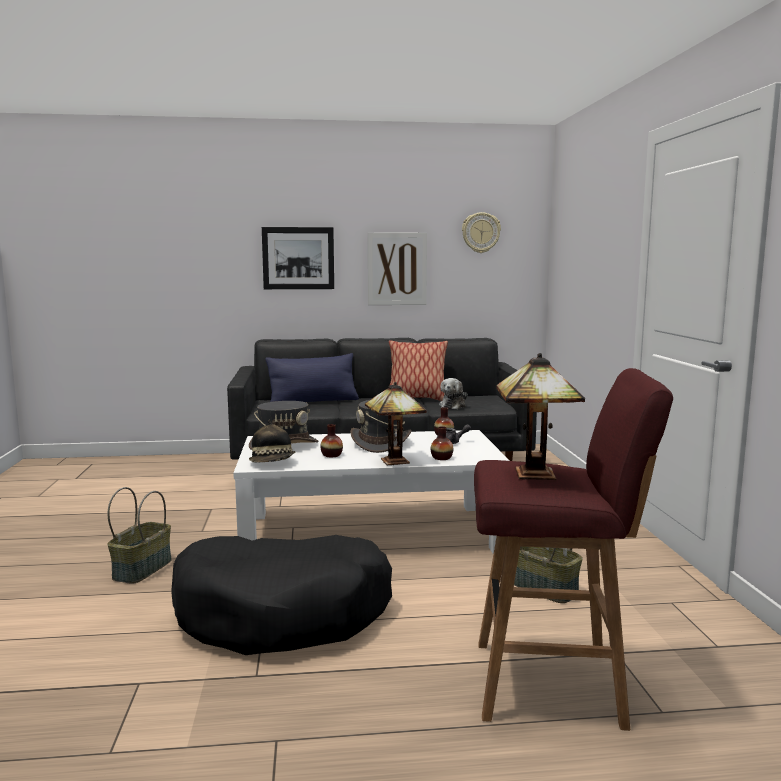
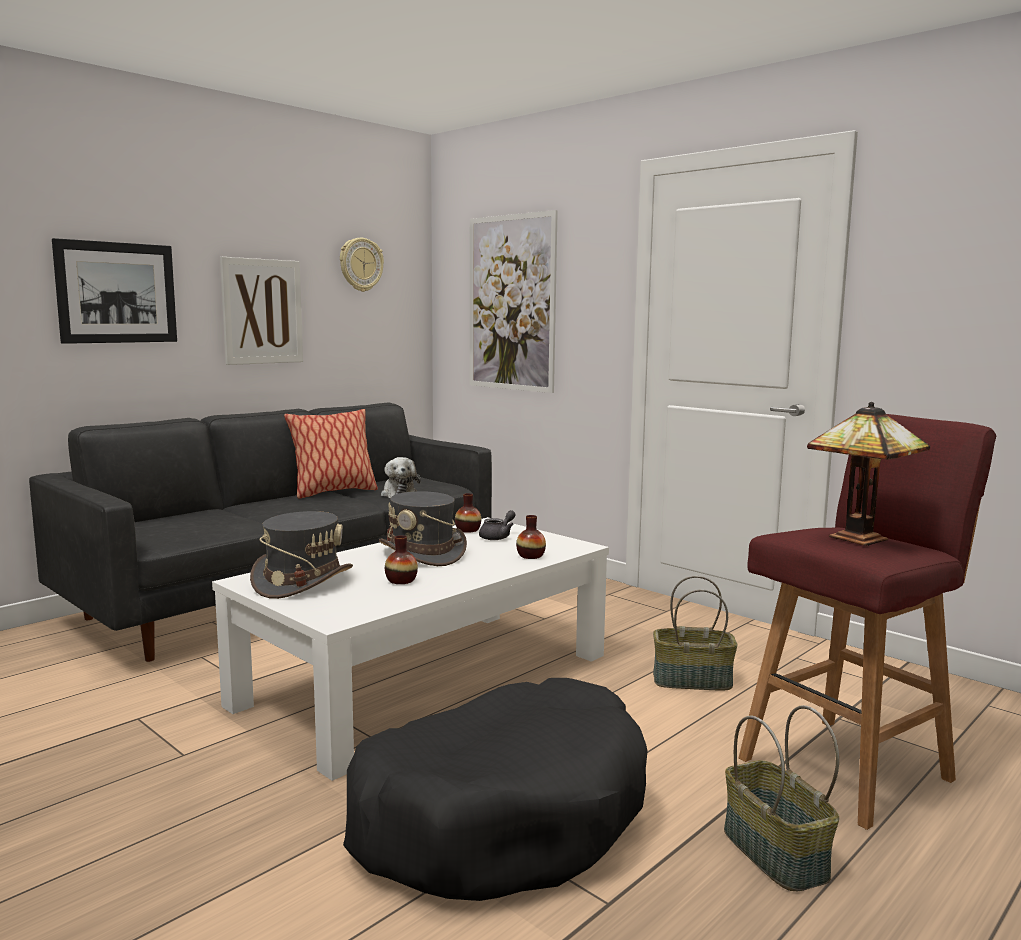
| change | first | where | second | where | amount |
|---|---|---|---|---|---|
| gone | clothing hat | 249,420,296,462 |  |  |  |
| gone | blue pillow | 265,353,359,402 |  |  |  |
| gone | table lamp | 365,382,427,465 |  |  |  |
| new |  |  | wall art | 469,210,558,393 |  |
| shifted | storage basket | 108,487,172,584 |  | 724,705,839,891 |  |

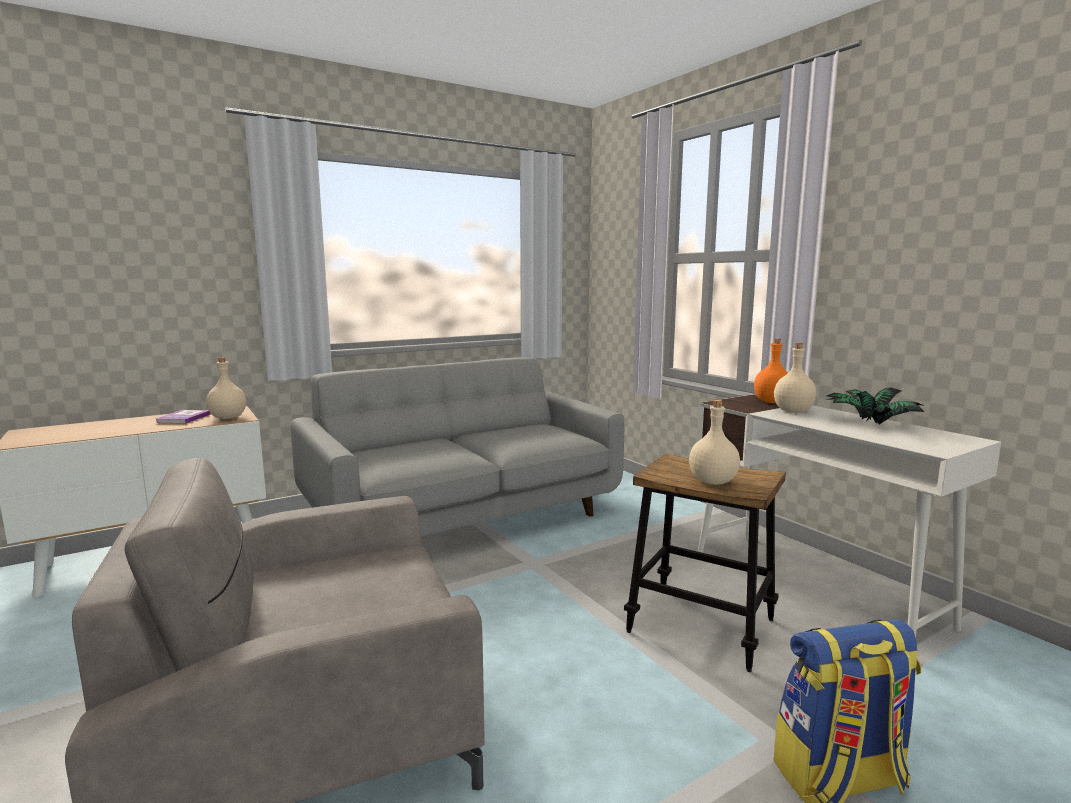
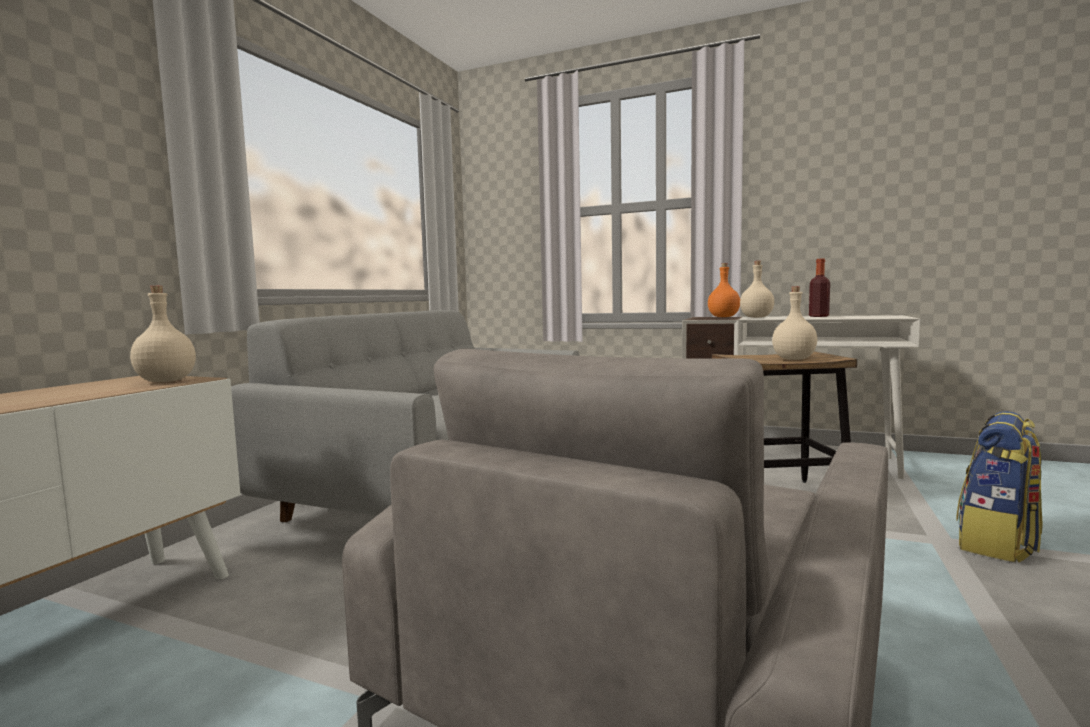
| change | first | where | second | where | amount |
|---|---|---|---|---|---|
| gone | book | 156,410,211,424 |  |  |  |
| swapped | houseplant | 827,388,924,425 | drink bottle | 809,258,830,317 |  |

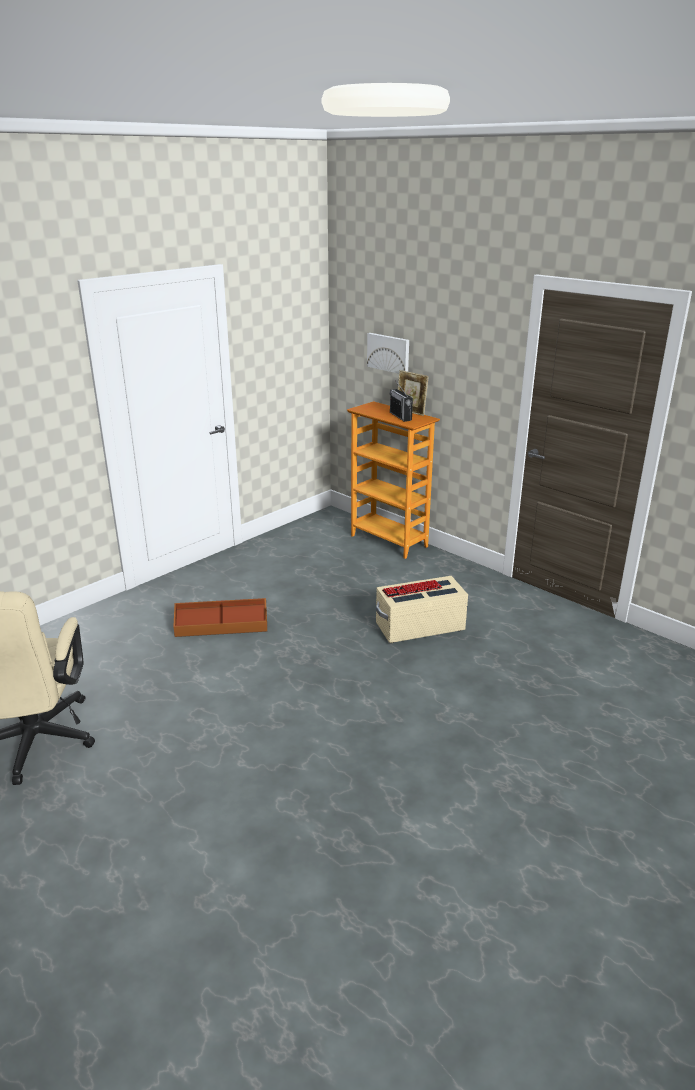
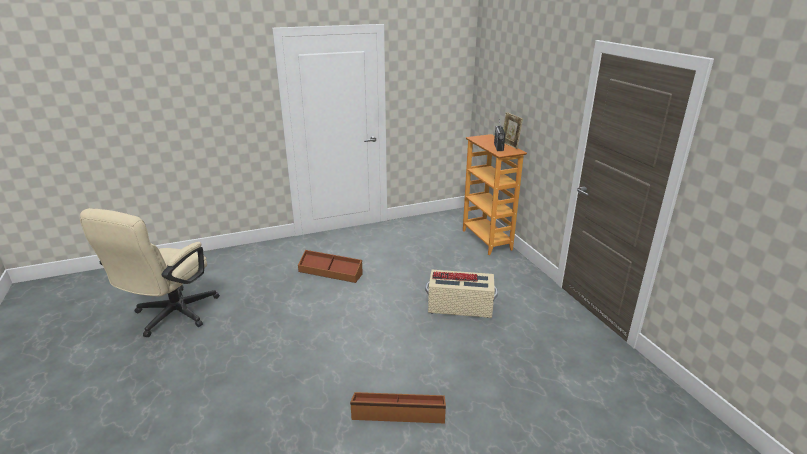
| change | first | where | second | where | amount |
|---|---|---|---|---|---|
| gone | wall art | 367,333,409,374 |  |  |  |
| new |  |  | brown-coloured storage container | 350,392,446,423 |  |

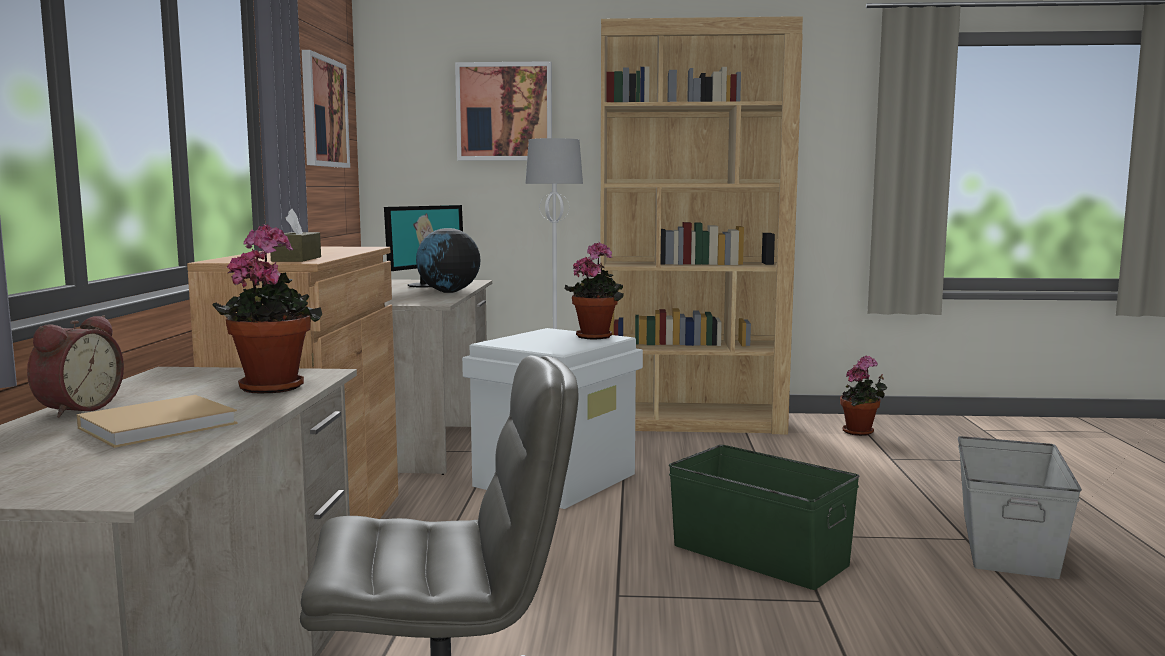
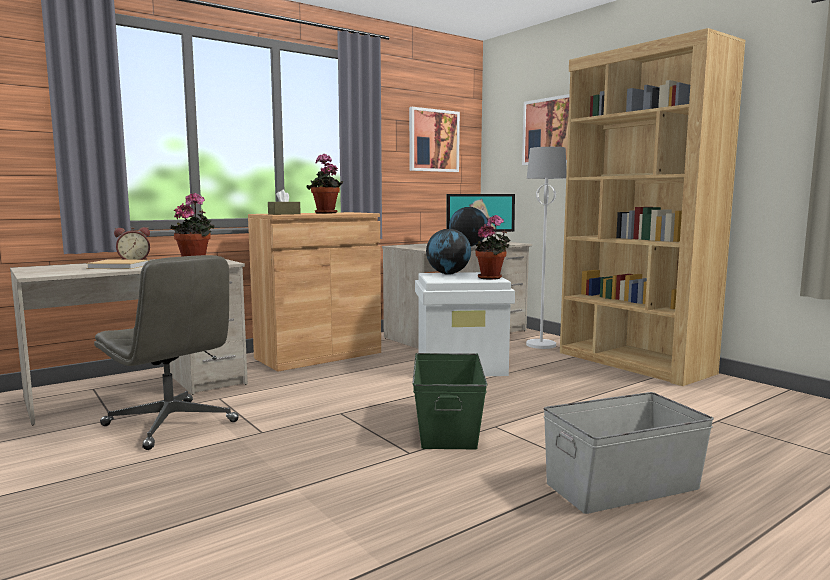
| change | first | where | second | where | amount |
|---|---|---|---|---|---|
| new |  |  | desk globe | 426,229,471,275 |  |
| shifted | houseplant | 840,356,887,436 |  | 306,153,343,214 |  |

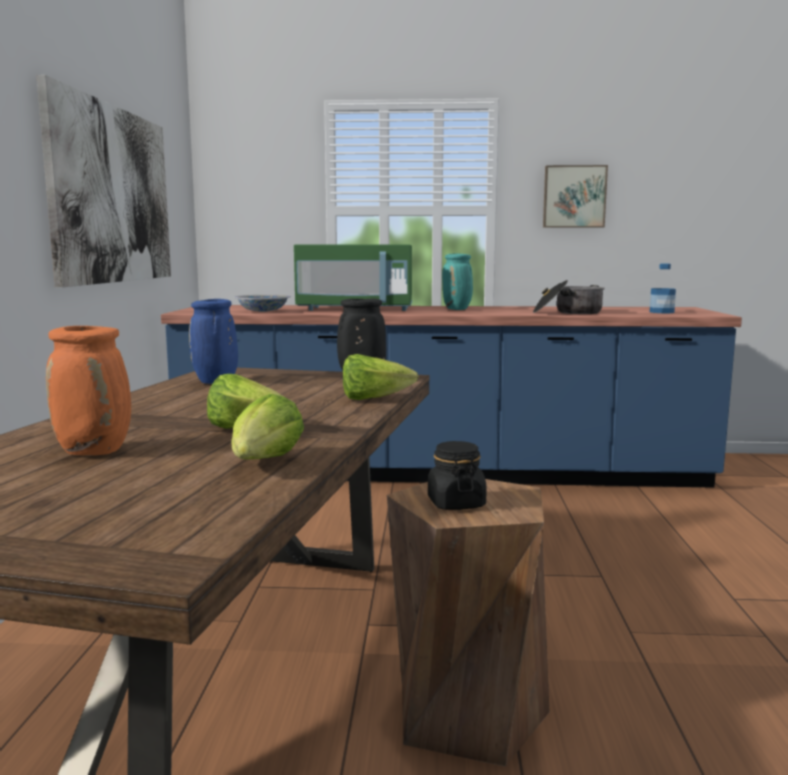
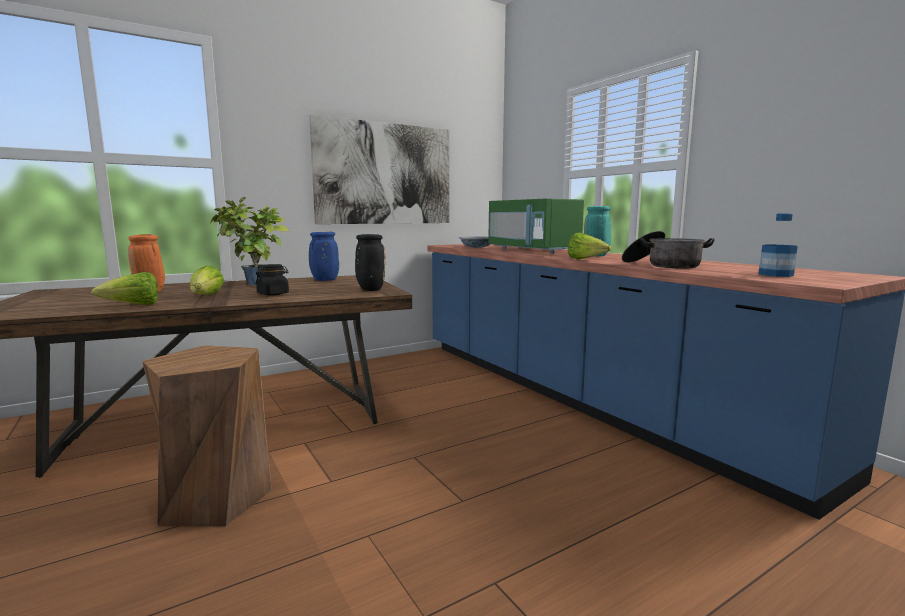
| change | first | where | second | where | amount |
|---|---|---|---|---|---|
| gone | wall art | 543,165,608,228 |  |  |  |
| new |  |  | houseplant | 210,197,289,285 |  |
| shifted | head of lettuce | 343,354,419,400 |  | 568,233,611,259 |  |
| shifted | black storage jar | 428,441,486,510 |  | 255,264,289,296 |  |

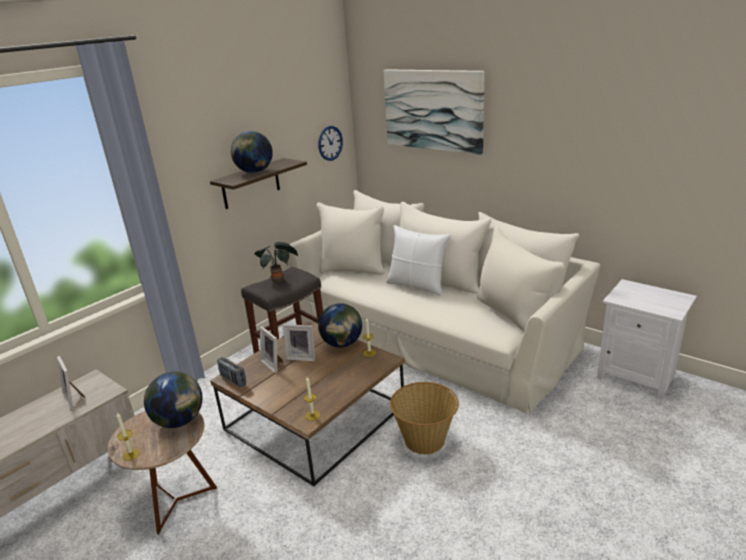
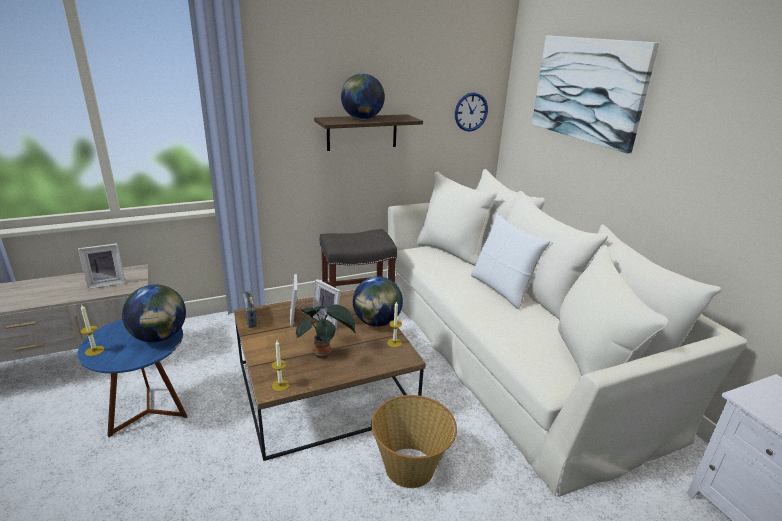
| change | first | where | second | where | amount |
|---|---|---|---|---|---|
| shifted | houseplant | 255,242,298,282 |  | 296,304,356,359 |  |
| repainted | brown-coloured accent table | 108,411,217,534 | blue accent table | 78,320,187,437 |  |
| rotated | standing frame | 57,356,85,411 |  | 78,243,126,289 | 105 degrees counterclockwise |

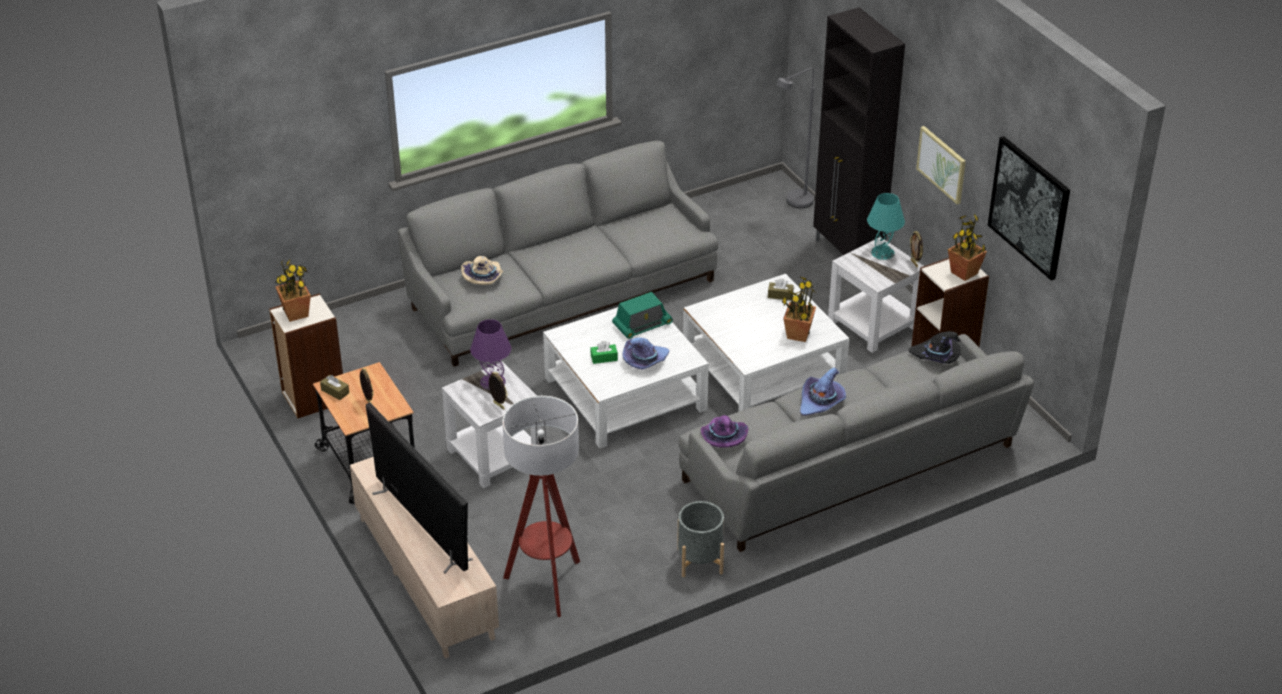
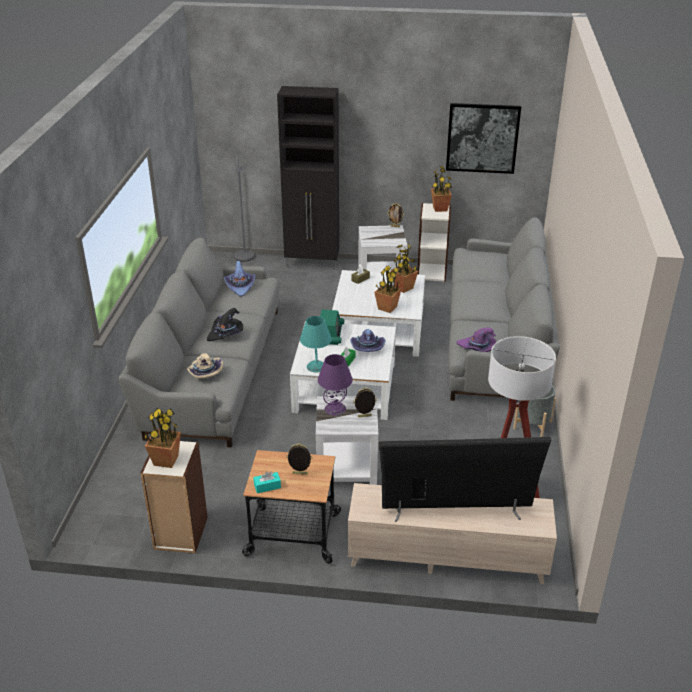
| change | first | where | second | where | amount |
|---|---|---|---|---|---|
| gone | wall art | 916,126,966,205 |  |  |  |
| new |  |  | houseplant | 374,266,402,313 |  |
| shifted | purple clothing hat | 800,367,846,416 |  | 224,261,255,297 |  |
| shifted | turquoise table lamp | 867,193,905,260 |  | 300,316,332,372 |  |
| shifted | black clothing hat | 908,331,961,364 |  | 207,308,243,341 |  |
| repainted | brown-coloured box of tissues | 320,375,349,400 | turquoise box of tissues | 253,471,281,493 |  |

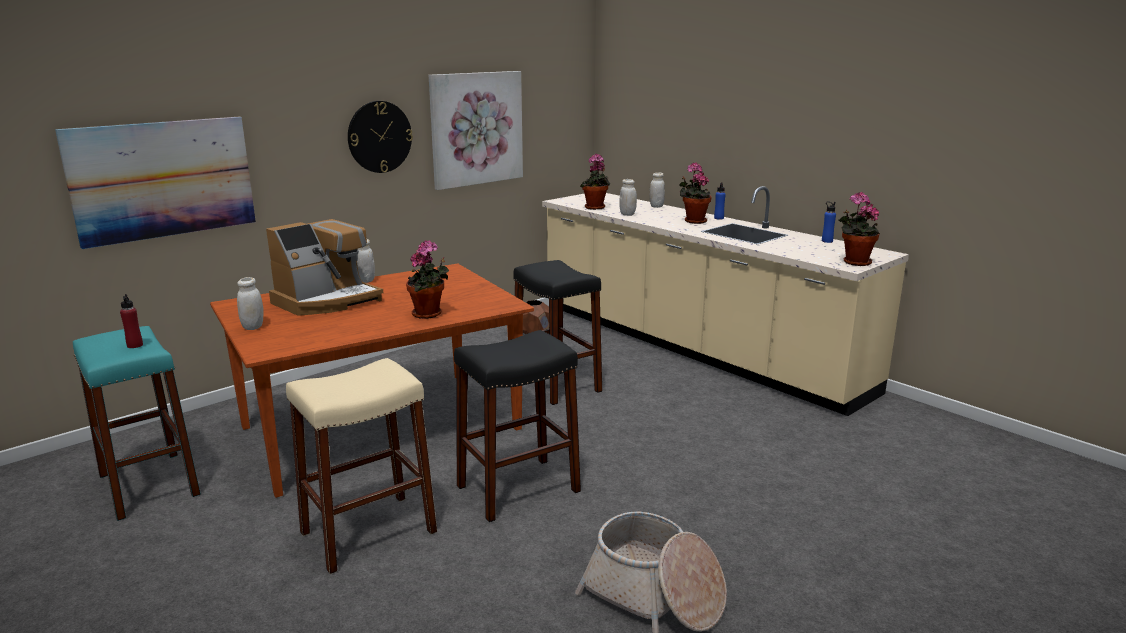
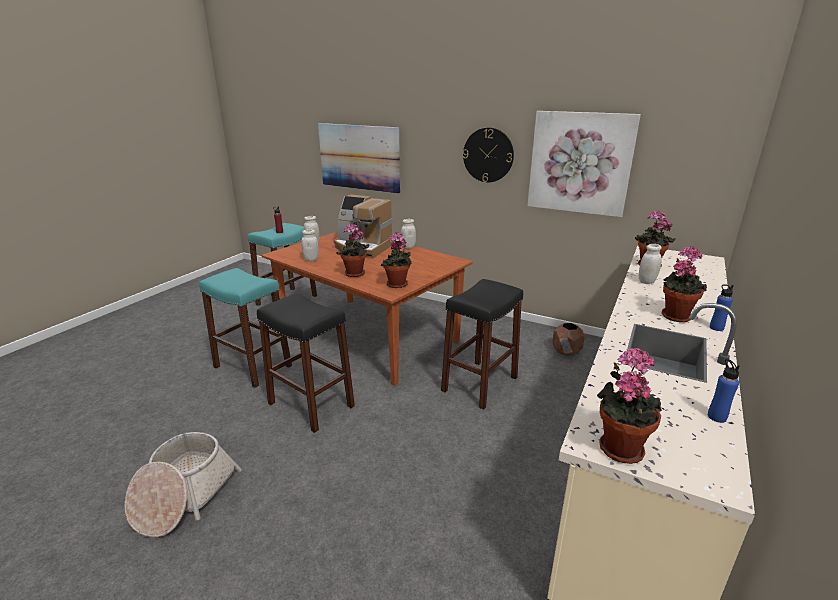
| change | first | where | second | where | amount |
|---|---|---|---|---|---|
| new |  |  | houseplant | 381,232,412,288 |  |
| shifted | white-coloured storage jar | 650,172,665,208 |  | 301,229,319,261 |  |
| repainted | beige-coloured stool seat | 286,358,437,574 | turquoise stool seat | 199,268,292,388 |  |

